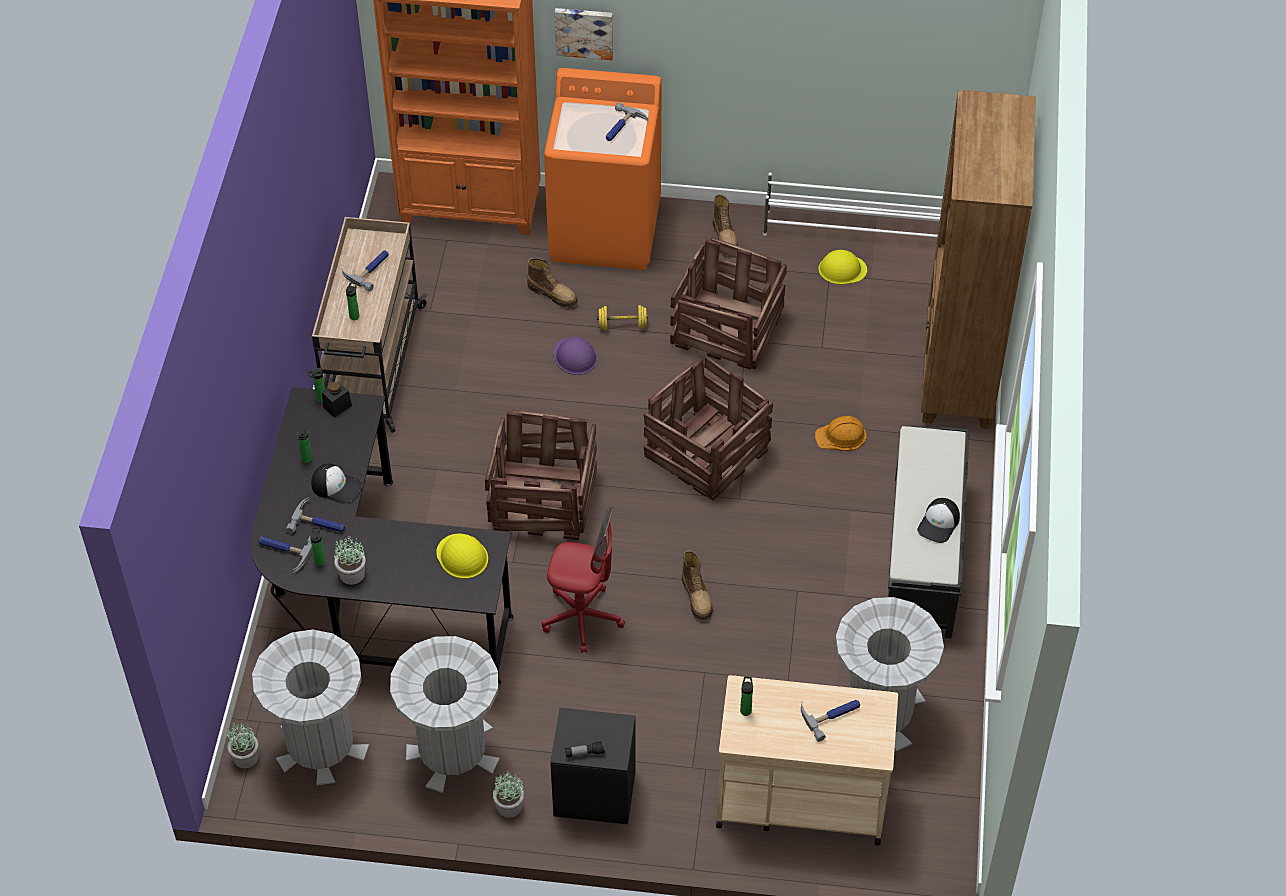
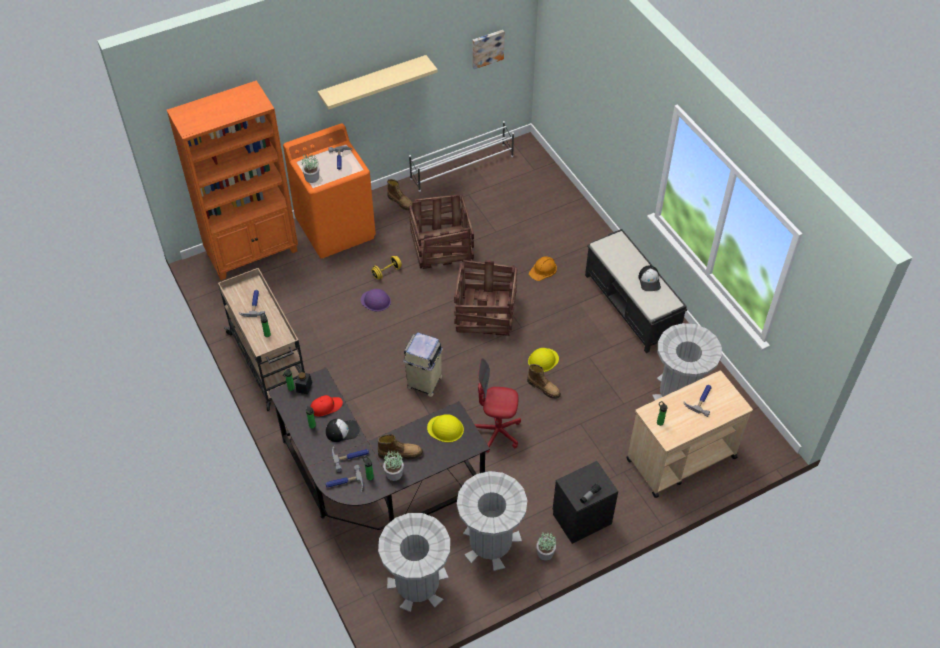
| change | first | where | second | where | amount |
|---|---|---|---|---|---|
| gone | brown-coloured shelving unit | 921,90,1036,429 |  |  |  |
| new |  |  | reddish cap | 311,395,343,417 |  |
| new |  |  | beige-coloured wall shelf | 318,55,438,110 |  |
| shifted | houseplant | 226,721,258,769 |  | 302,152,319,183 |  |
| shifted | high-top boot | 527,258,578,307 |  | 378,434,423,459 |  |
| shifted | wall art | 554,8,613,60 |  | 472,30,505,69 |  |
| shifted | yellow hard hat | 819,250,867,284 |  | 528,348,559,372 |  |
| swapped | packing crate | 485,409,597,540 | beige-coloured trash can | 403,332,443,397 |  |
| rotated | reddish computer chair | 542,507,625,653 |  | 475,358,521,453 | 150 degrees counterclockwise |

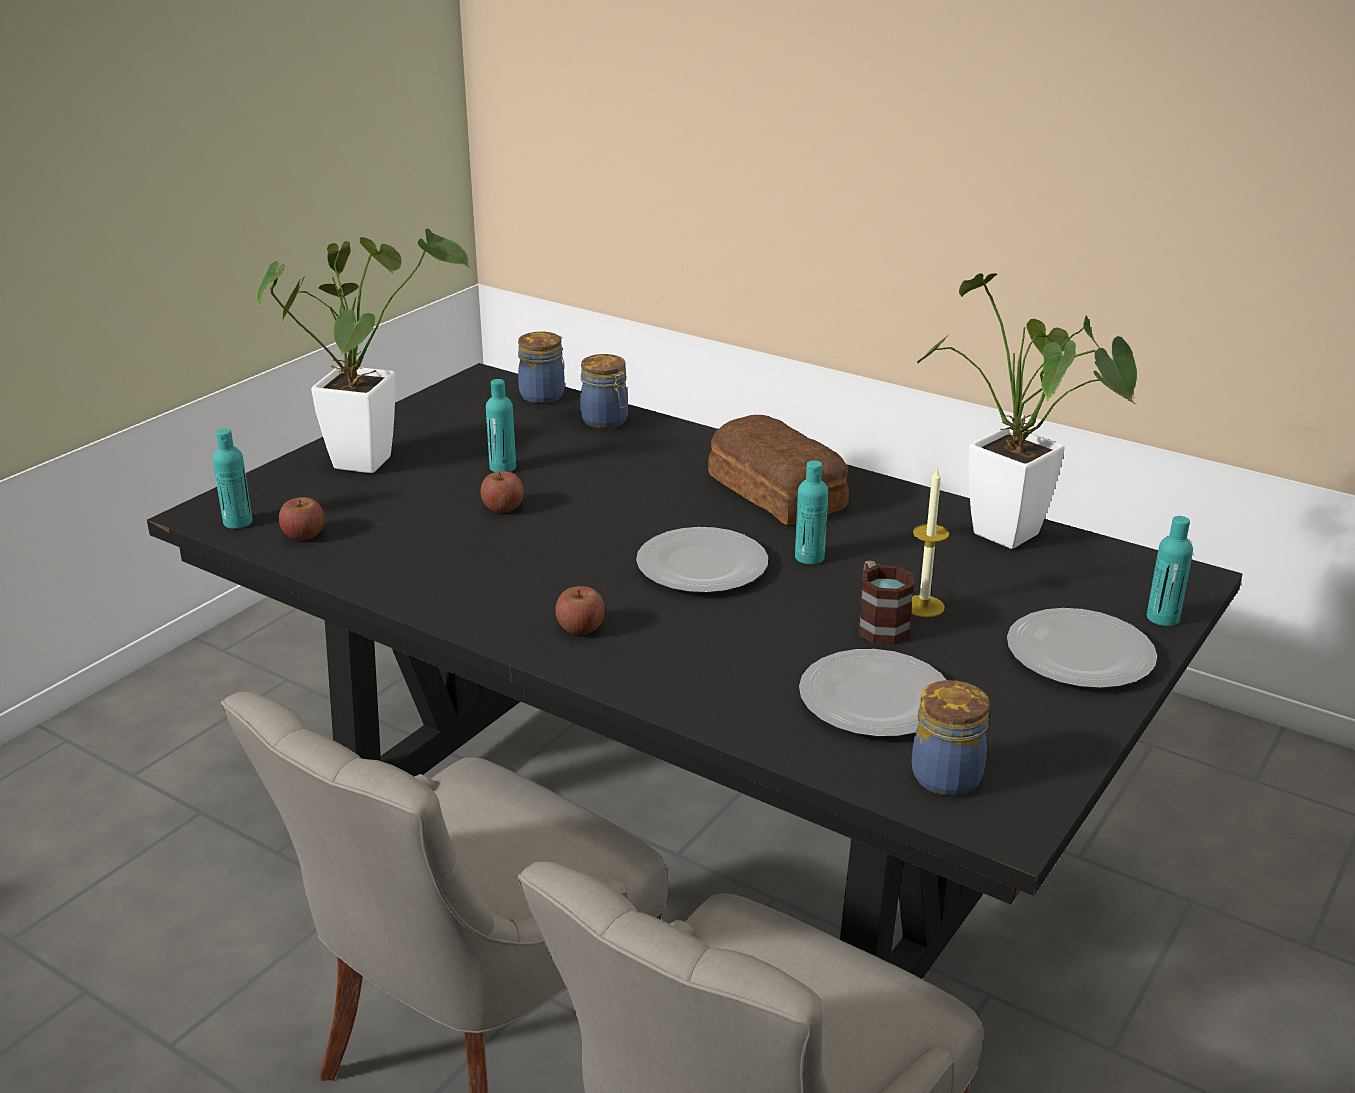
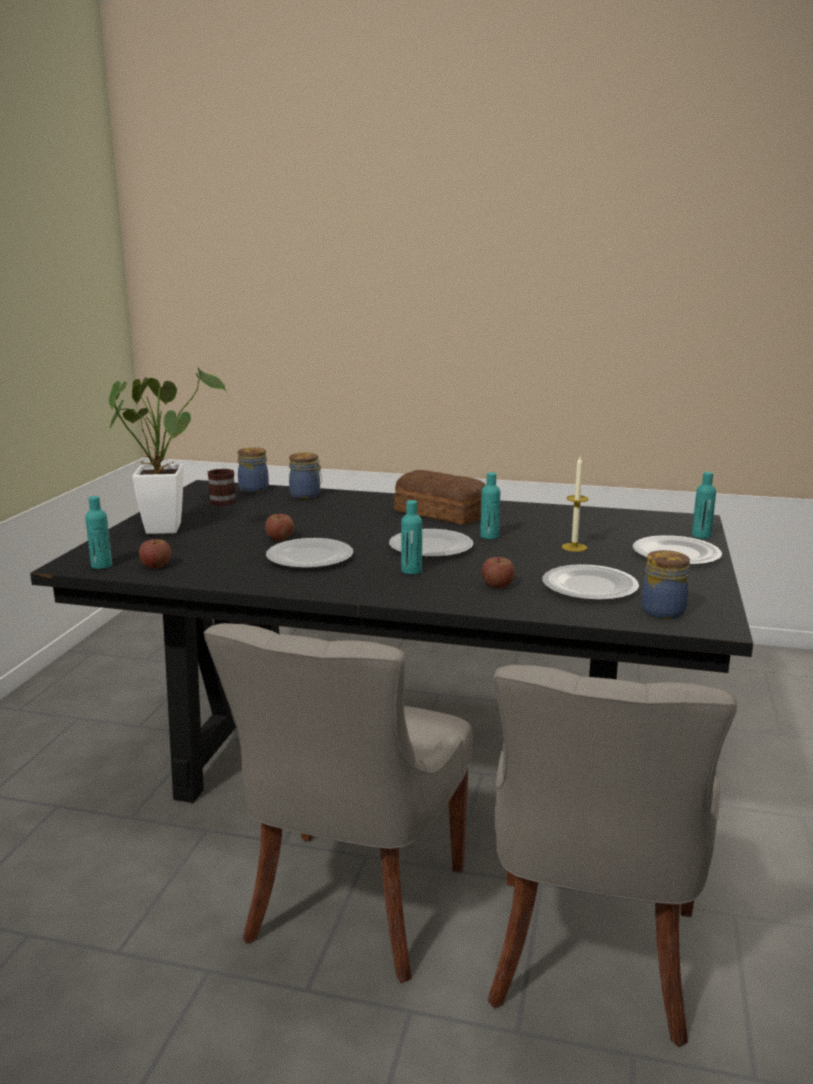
| change | first | where | second | where | amount |
|---|---|---|---|---|---|
| gone | houseplant | 917,273,1137,549 |  |  |  |
| new |  |  | flat dish | 266,538,353,568 |  |
| shifted | turquoise drink bottle | 486,379,516,472 |  | 401,500,422,574 |  |
| shifted | apple fruit | 555,586,605,635 |  | 482,557,515,588 |  |
| shifted | tea mug | 858,560,914,645 |  | 207,469,236,506 |  |

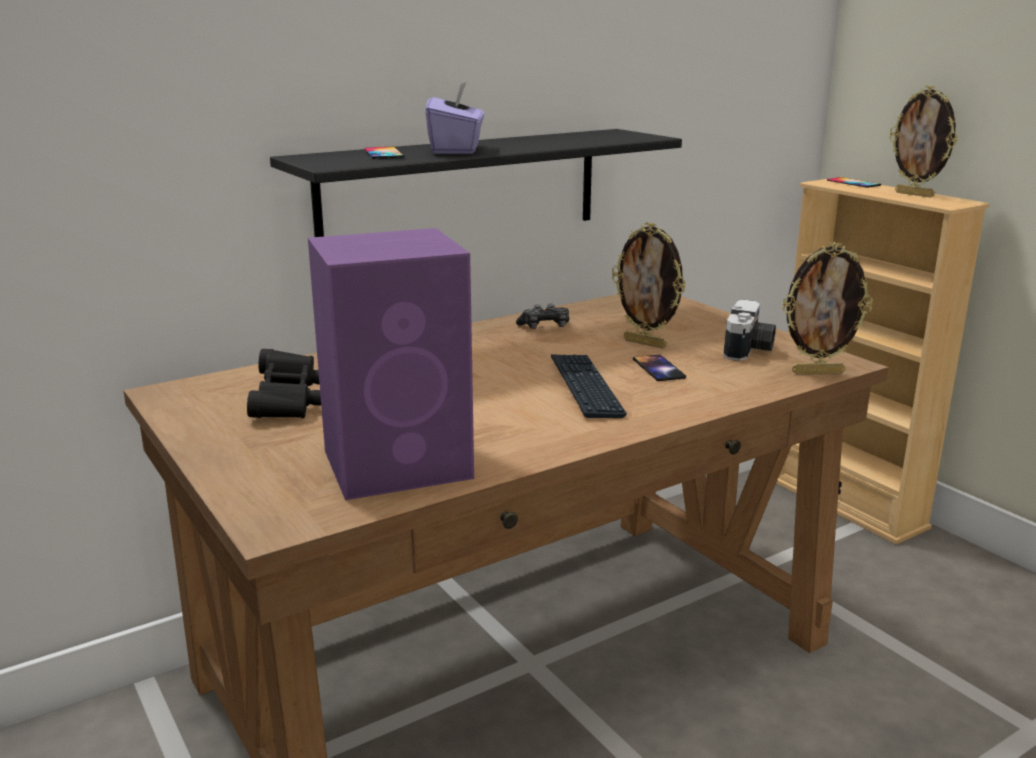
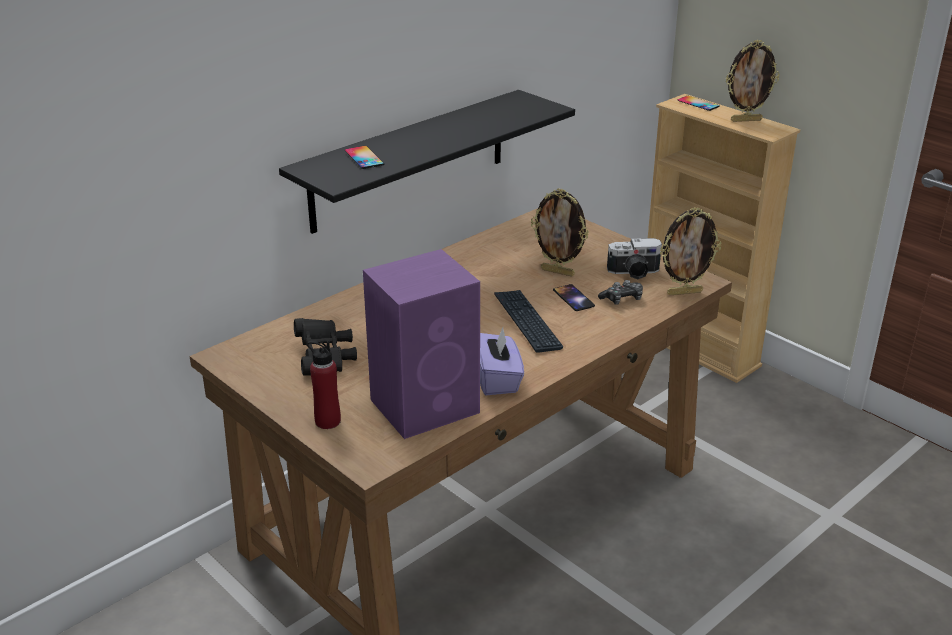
| change | first | where | second | where | amount |
|---|---|---|---|---|---|
| new |  |  | reddish drink bottle | 307,341,341,429 |  |
| shifted | purple box of tissues | 426,81,484,154 |  | 480,328,524,395 |  |
| shifted | game controller | 516,304,569,329 |  | 598,280,643,305 |  |
| rotated | photo camera | 723,300,776,361 |  | 607,238,662,279 | 75 degrees clockwise |
| rotated | standing frame | 889,86,958,198 |  | 726,40,780,122 | 45 degrees counterclockwise |

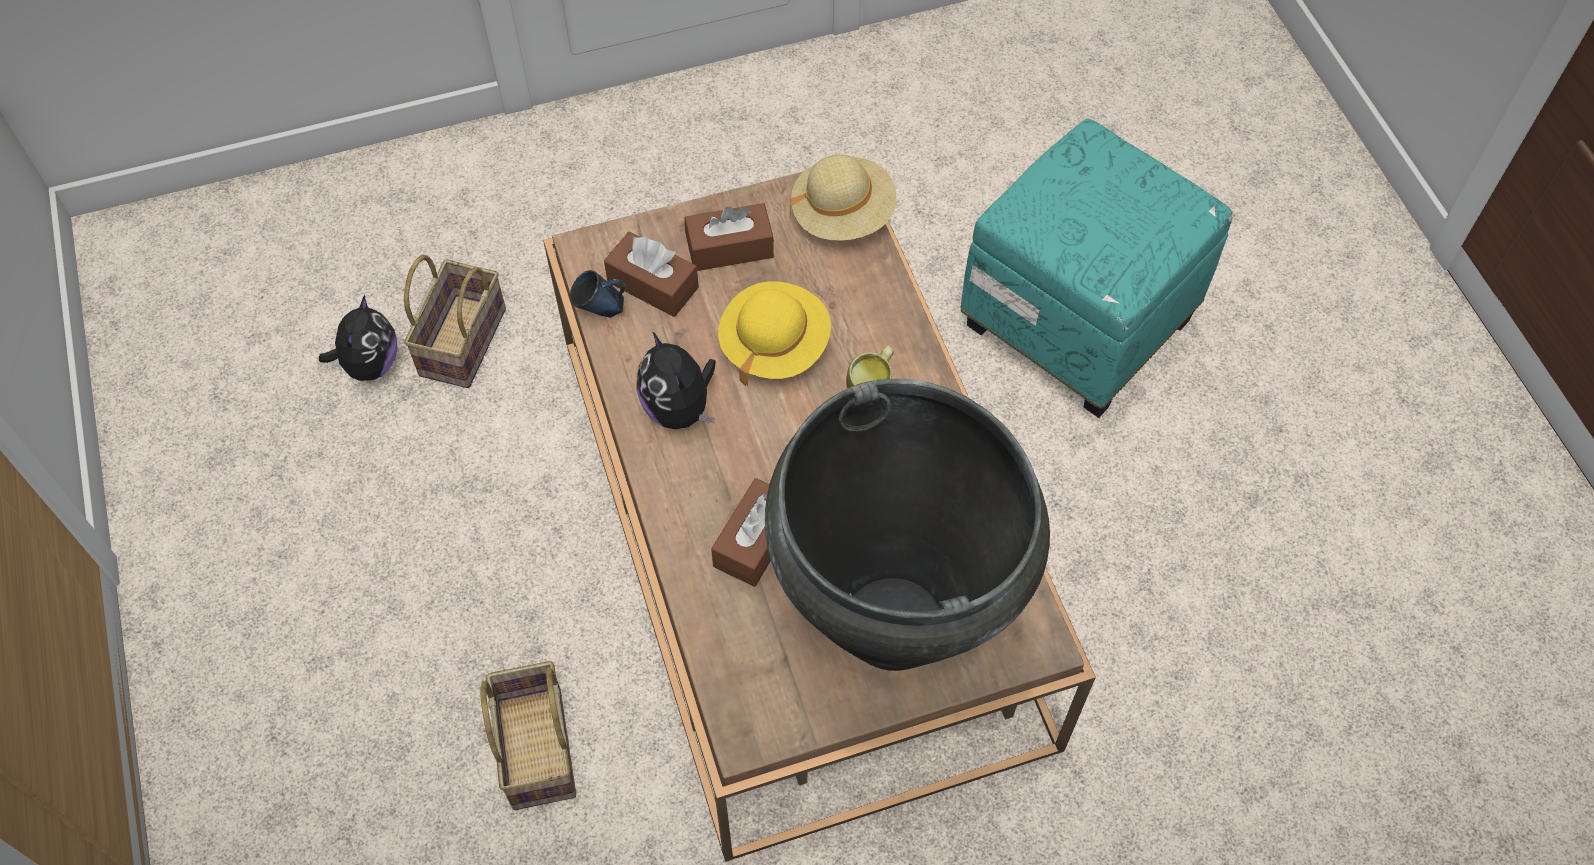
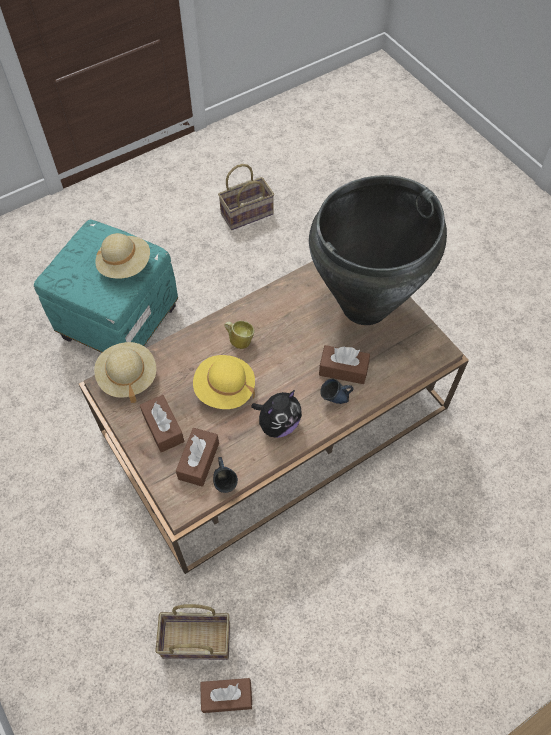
| change | first | where | second | where | amount |
|---|---|---|---|---|---|
| new |  |  | beige-coloured clothing hat | 95,233,150,279 |  |
| new |  |  | blue tea mug | 320,379,354,404 |  |
| shifted | storage basket | 480,661,576,810 |  | 218,164,274,230 |  |
| swapped | soft toy | 319,295,397,381 | brown-coloured box of tissues | 200,678,252,713 |  |

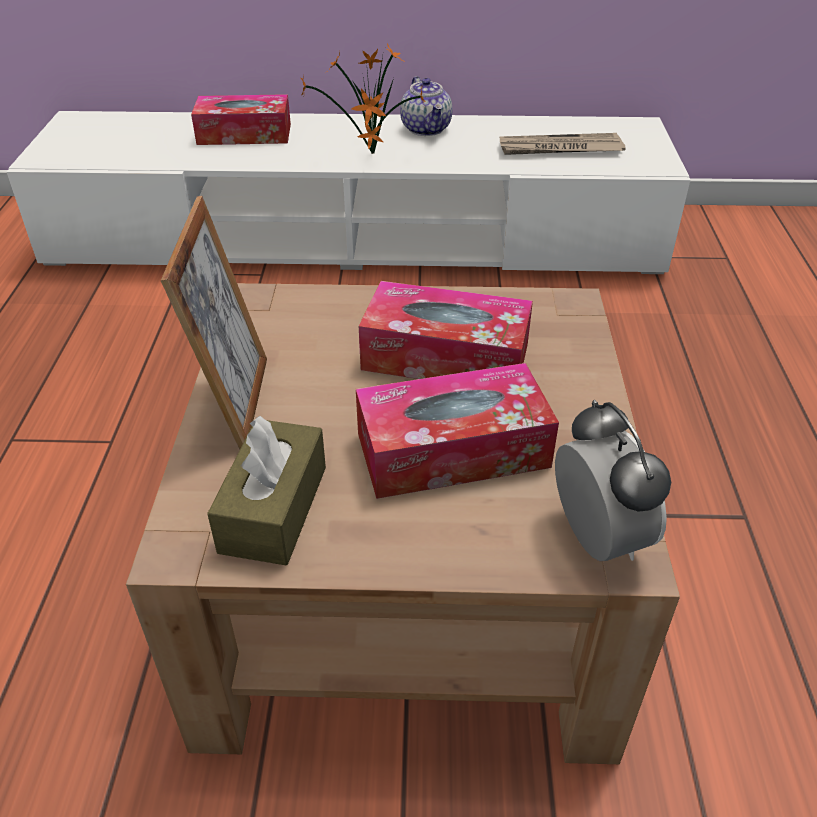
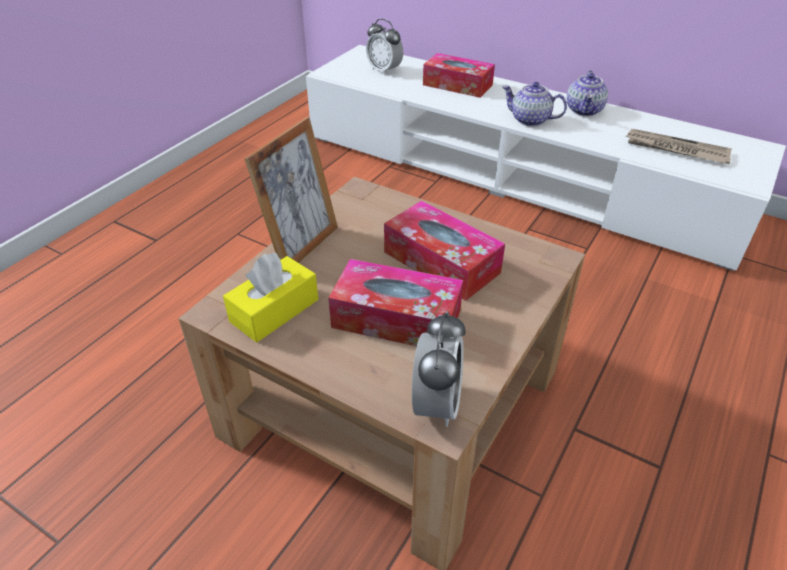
| change | first | where | second | where | amount |
|---|---|---|---|---|---|
| new |  |  | alarm clock | 366,19,403,75 |  |
| swapped | houseplant | 301,43,426,154 | pot for tea | 502,82,567,126 |  |
| repainted | brown-coloured box of tissues | 207,416,326,565 | yellow box of tissues | 223,253,318,342 |  |

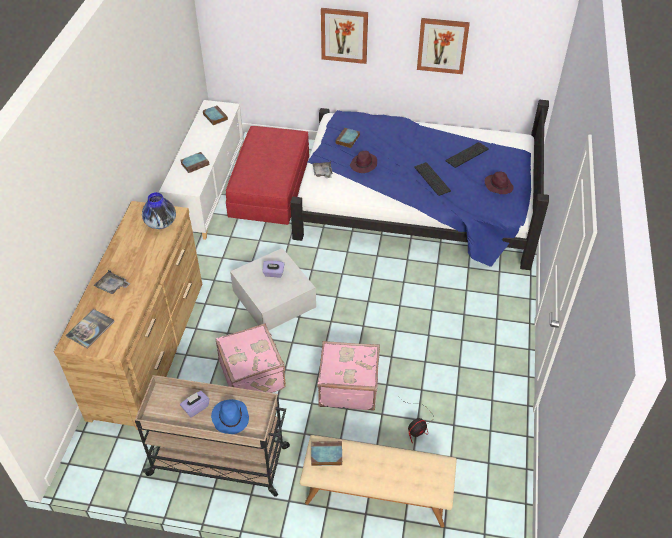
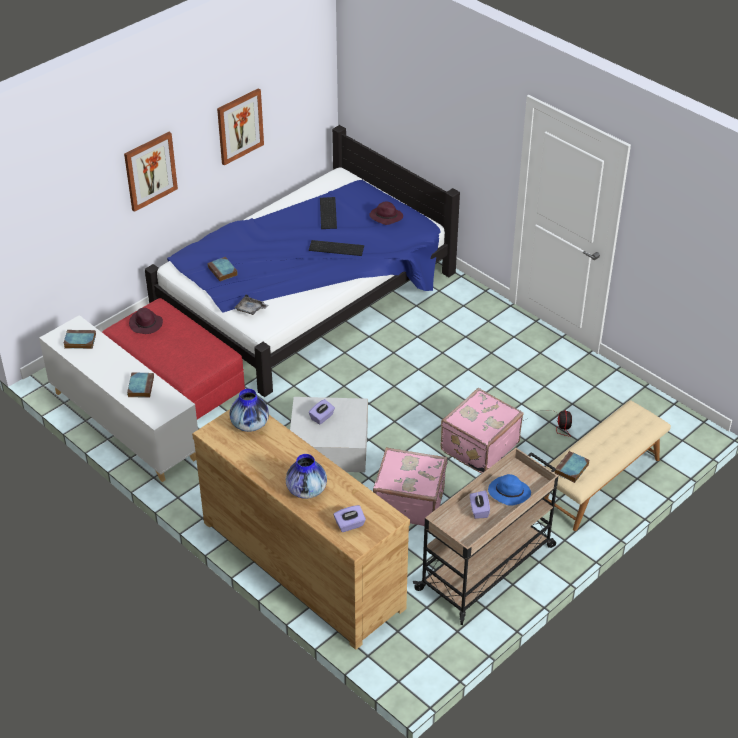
| change | first | where | second | where | amount |
|---|---|---|---|---|---|
| shifted | purple clothing hat | 350,151,377,173 |  | 129,308,163,334 |  |
| swapped | book | 66,309,115,348 | purple box of tissues | 334,505,366,532 |  |
| swapped | greyish serving tray | 93,270,130,294 | flower vase | 286,454,327,499 |  |

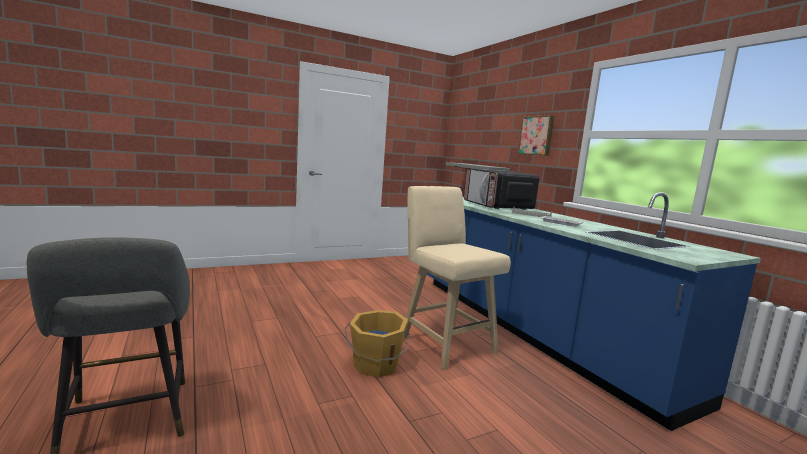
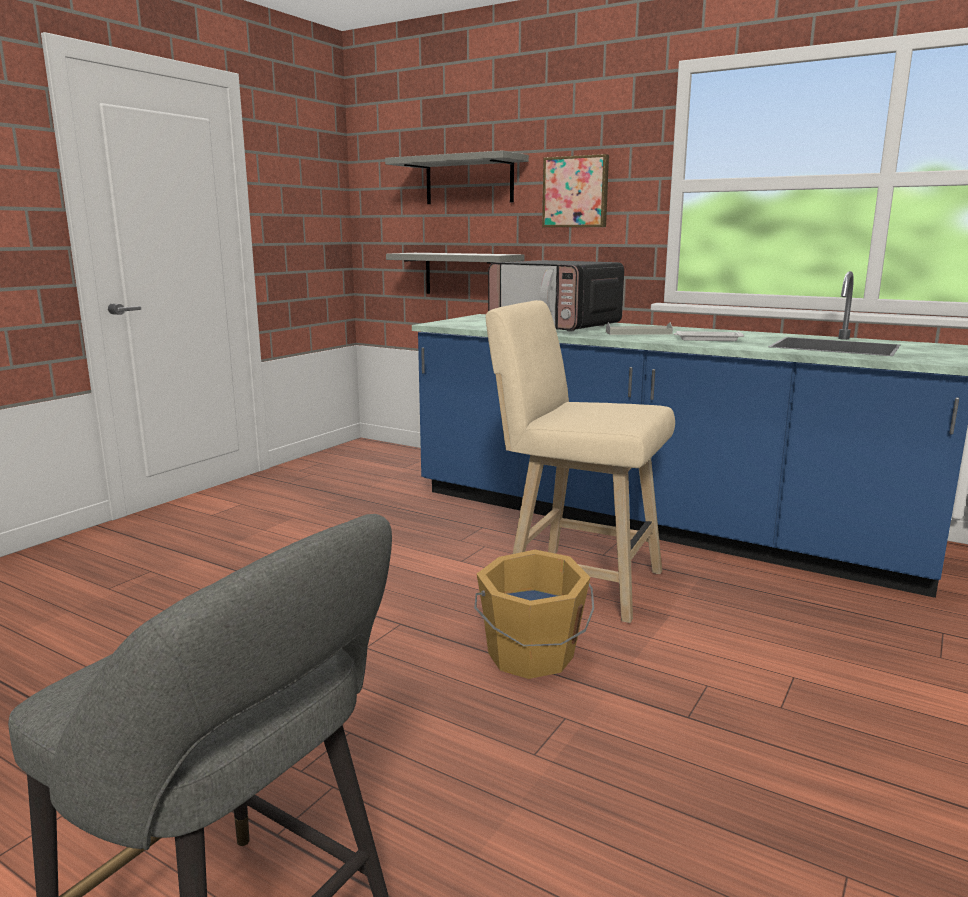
| change | first | where | second | where | amount |
|---|---|---|---|---|---|
| new |  |  | greyish wall shelf | 385,150,529,204 |  |

